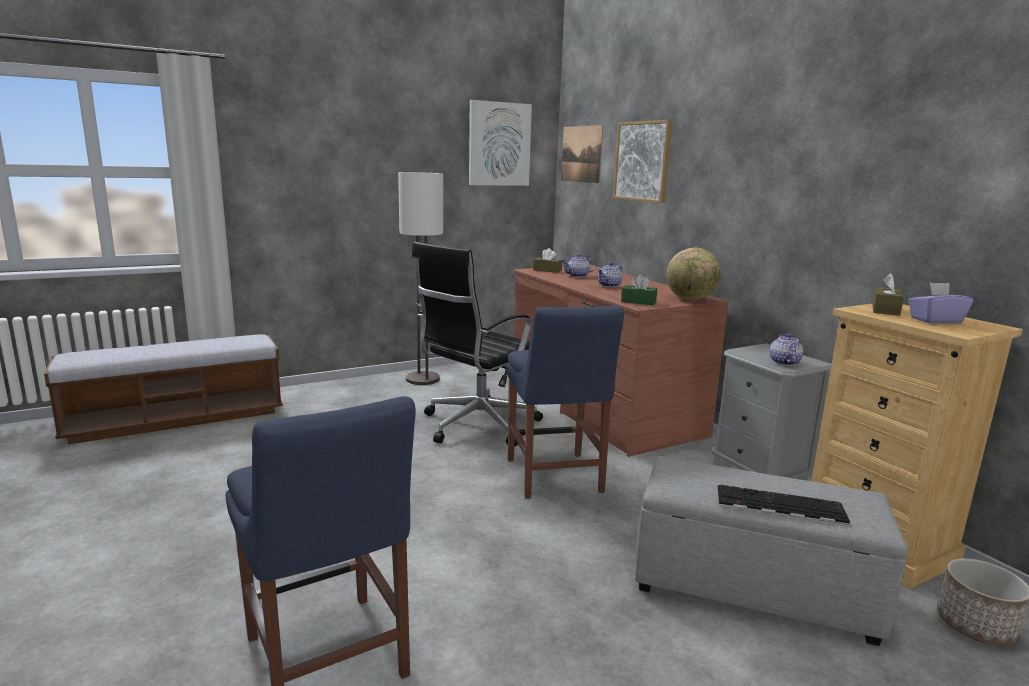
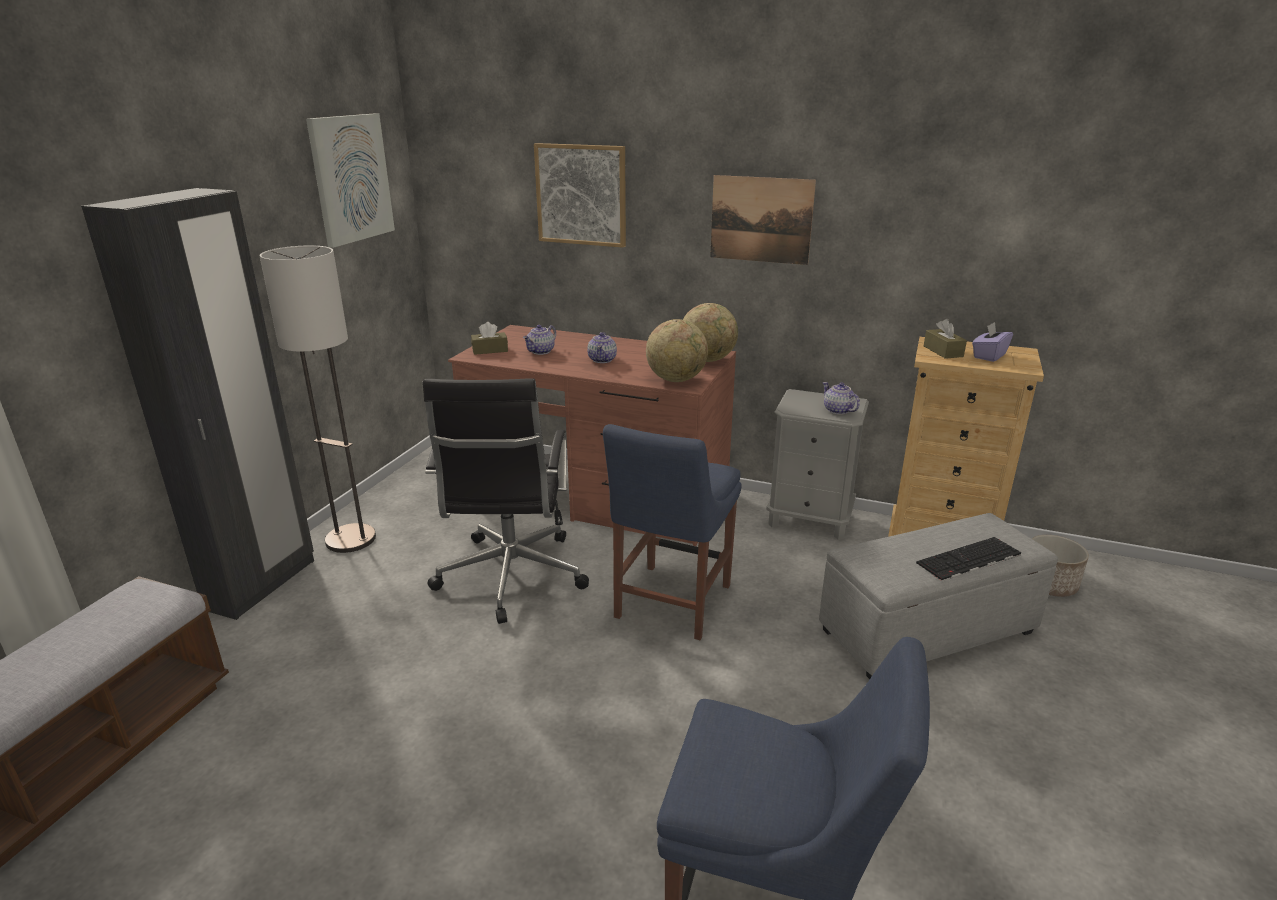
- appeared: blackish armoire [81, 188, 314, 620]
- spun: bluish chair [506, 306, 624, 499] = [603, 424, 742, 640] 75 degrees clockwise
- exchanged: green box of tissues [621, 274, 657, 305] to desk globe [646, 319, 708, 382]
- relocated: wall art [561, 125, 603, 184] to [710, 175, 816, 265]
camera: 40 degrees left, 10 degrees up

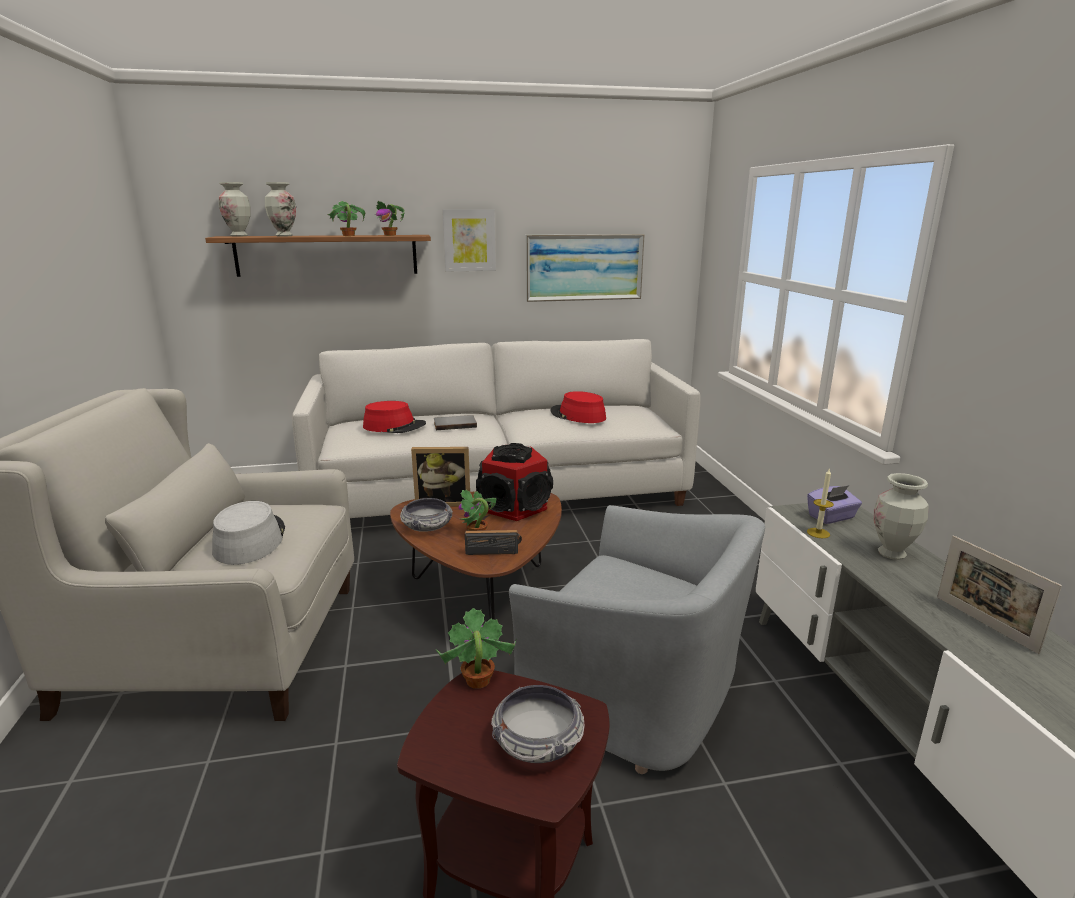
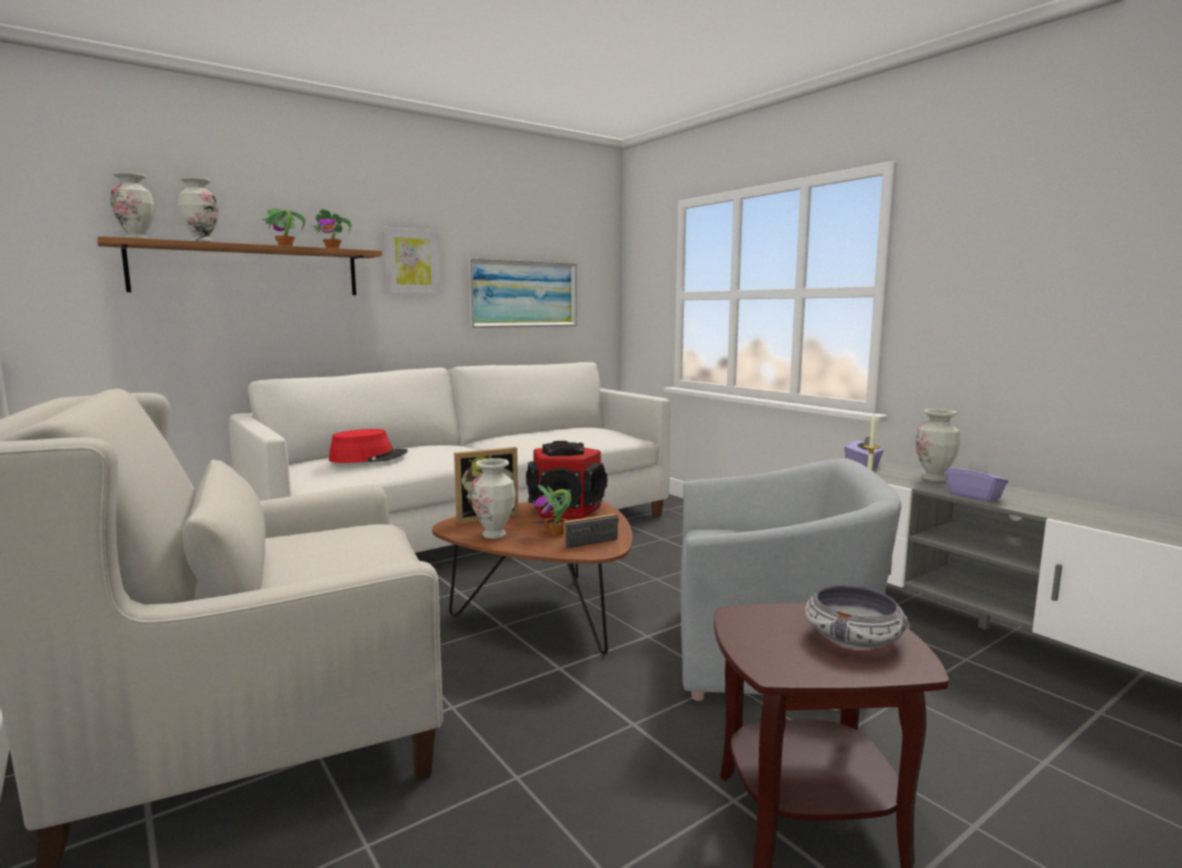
- exchanged: bowl [400, 498, 453, 532] to vase [471, 458, 515, 539]
- appeared: purple box of tissues [946, 458, 1008, 502]
- missing: gray hat [212, 501, 285, 565]
- missing: gray book [434, 415, 477, 430]
- missing: houseplant [436, 608, 516, 689]
- missing: red hat [550, 391, 606, 423]
- missing: picture frame [937, 535, 1062, 654]
camera: 25 degrees left, 10 degrees down

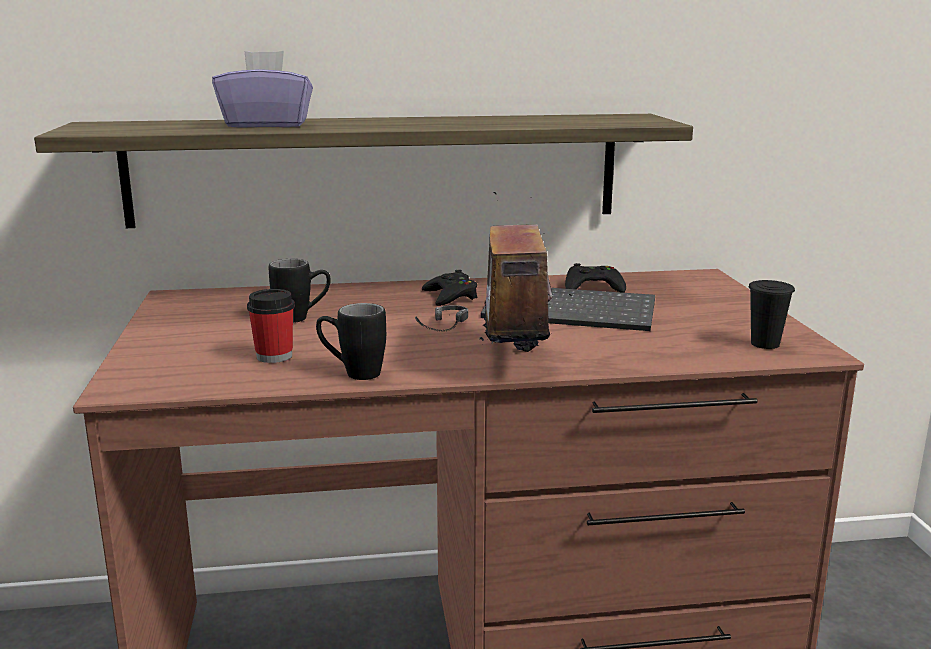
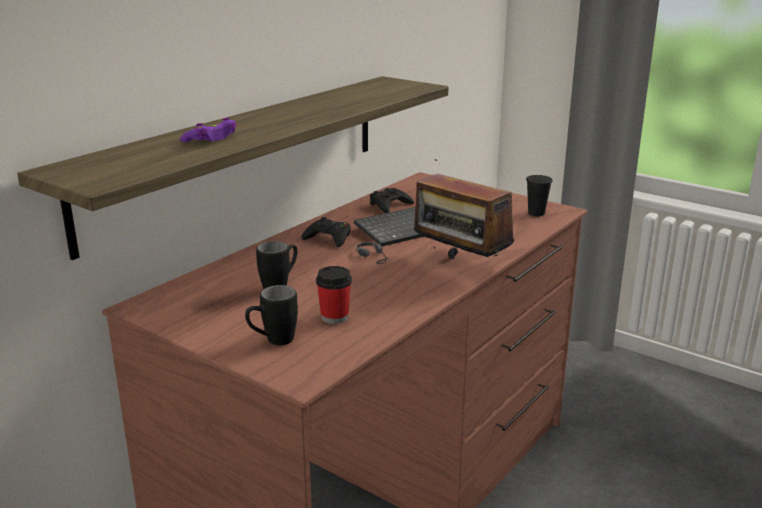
- exchanged: purple box of tissues [212, 51, 313, 128] to purple joypad [180, 118, 237, 142]
- relocated: blackish coffee mug [316, 303, 386, 380] to [245, 285, 298, 345]
camera: 45 degrees left, 5 degrees up

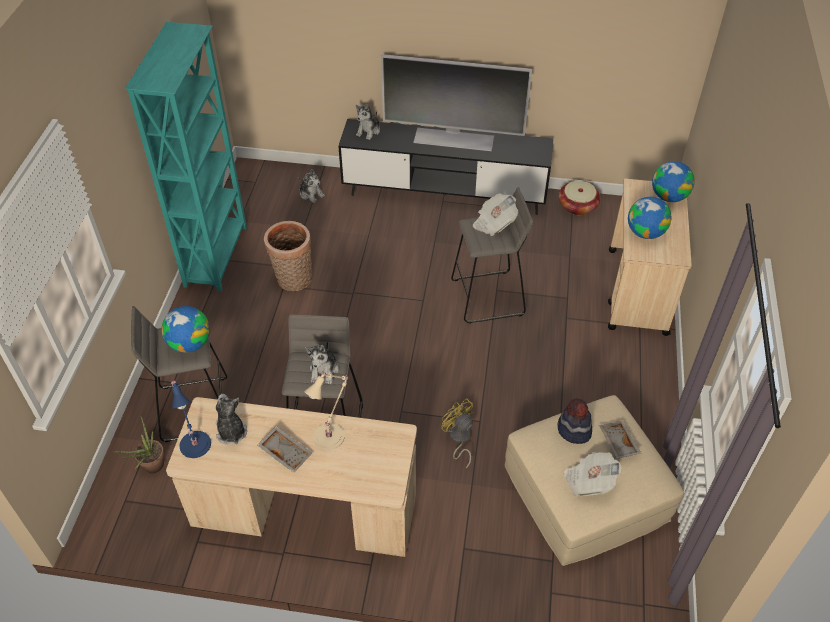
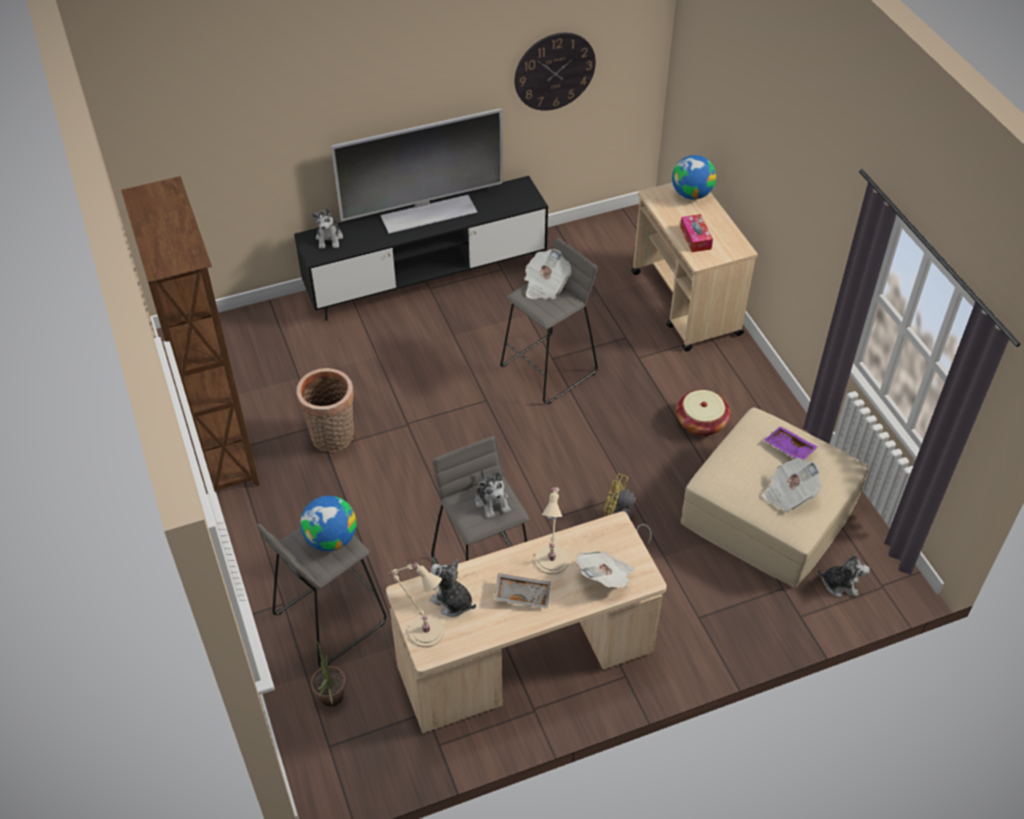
- colour: blue-green bookshelf [125, 22, 247, 292] to brownish bookshelf [121, 176, 260, 492]
- colour: bluish table lamp [171, 380, 211, 458] to beige-coloured table lamp [388, 563, 444, 647]
- appeared: wall clock [514, 33, 596, 111]
- appeared: daily paper [575, 551, 634, 588]
- relocated: household basket [559, 181, 601, 215] to [676, 390, 730, 436]
- exchanged: desk globe [628, 197, 671, 239] to box of tissues [680, 214, 713, 252]
- colour: gray tray [599, 421, 641, 459] to purple tray [764, 426, 818, 460]
- relocated: soft toy [298, 169, 325, 203] to [817, 554, 870, 597]
- missing: hat [558, 398, 592, 444]
camera: 30 degrees left, 0 degrees up

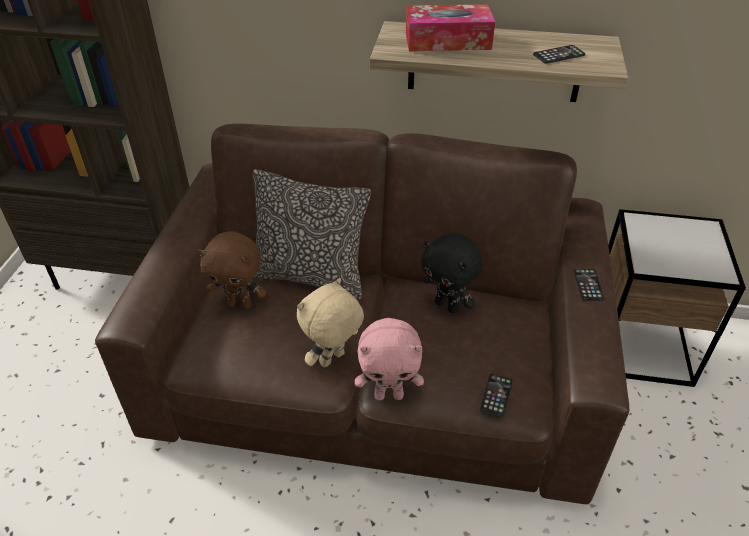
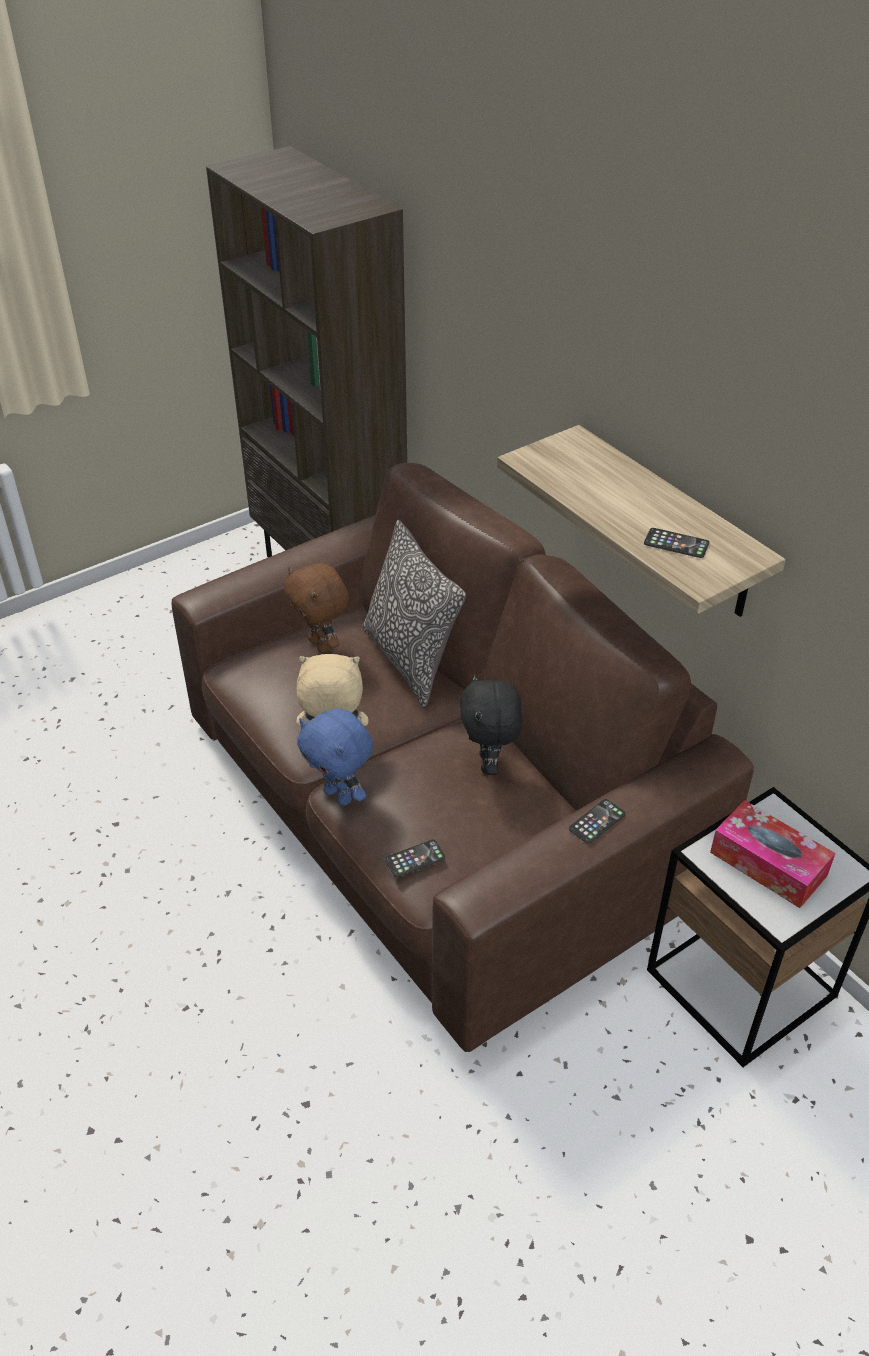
- colour: pink-coloured soft toy [355, 318, 424, 400] to bluish soft toy [297, 708, 373, 806]
- relocated: box of tissues [406, 4, 495, 51] to [710, 800, 835, 908]
camera: 45 degrees right, 0 degrees up

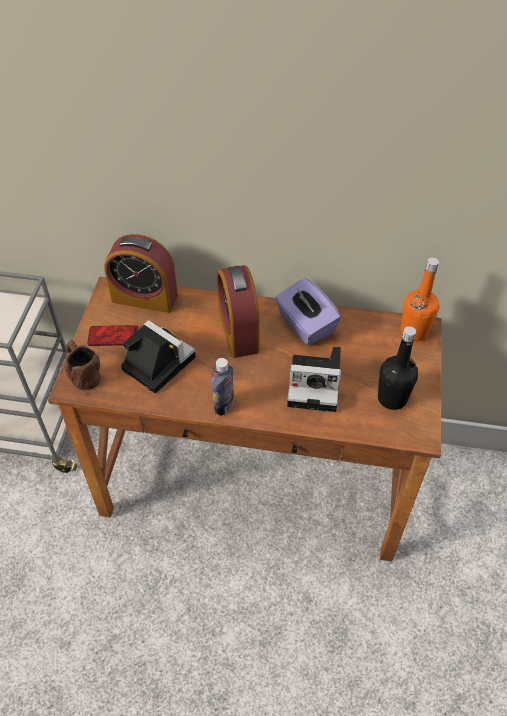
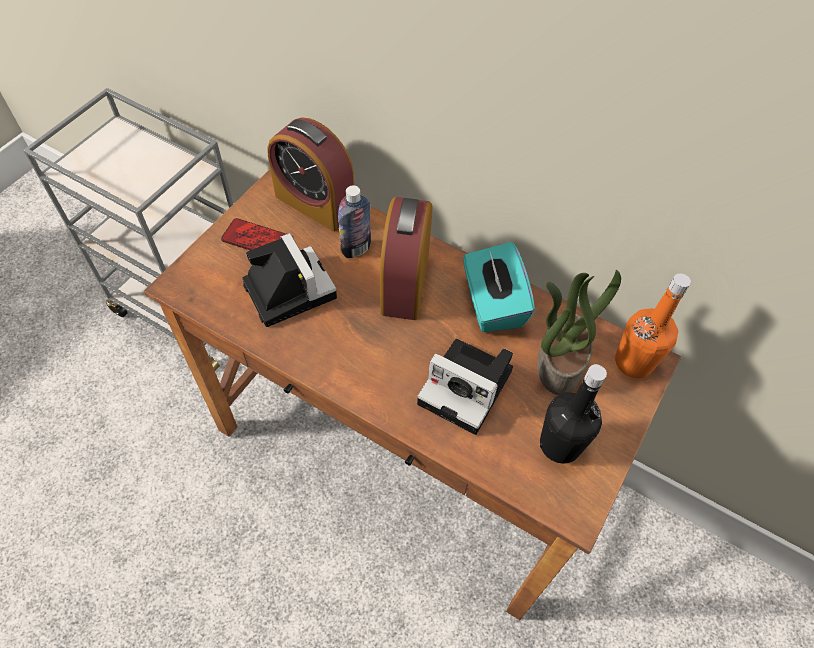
- relocated: drink bottle [212, 358, 234, 416] to [338, 185, 371, 258]
- colour: purple box of tissues [275, 278, 341, 346] to blue-green box of tissues [463, 242, 535, 332]
- appeared: houseplant [537, 270, 621, 395]
- missing: brownish coffee mug [64, 340, 101, 390]
camera: 20 degrees right, 5 degrees up

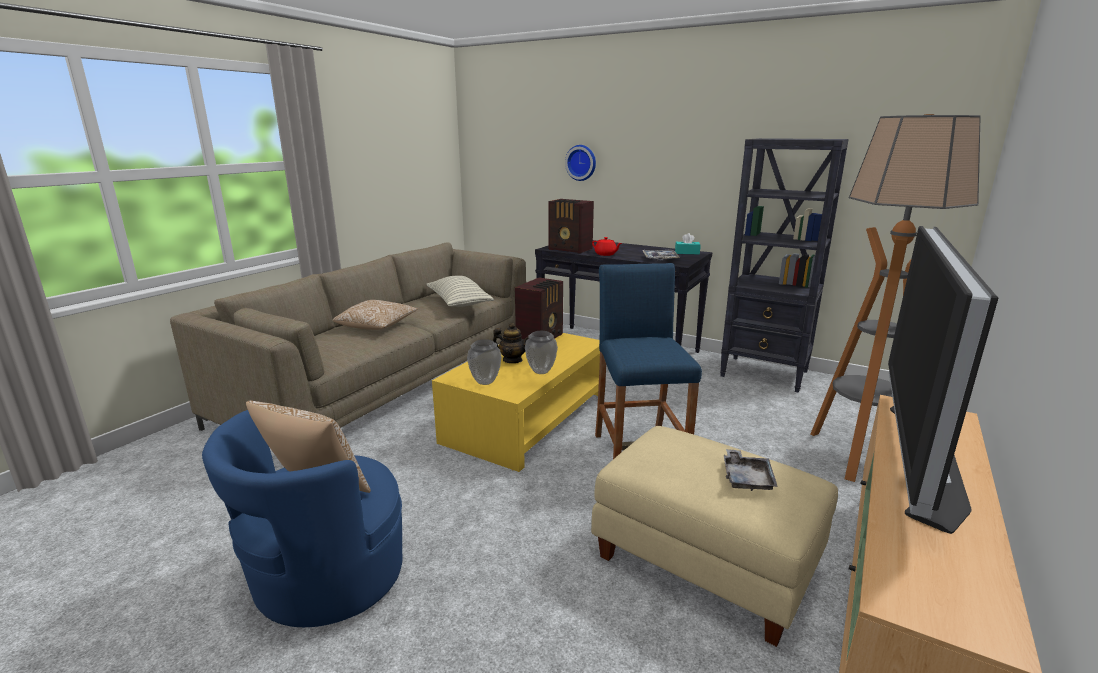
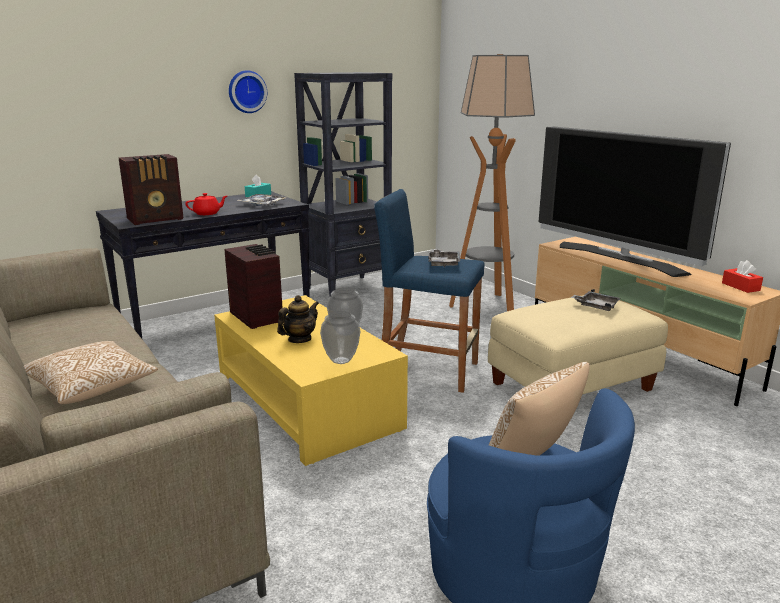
- relocated: wall clock [565, 145, 596, 181] to [229, 70, 267, 113]
- appeared: gray tray [428, 249, 460, 267]
- appeared: red box of tissues [722, 260, 763, 293]
- missing: cushion [426, 275, 494, 307]
camera: 65 degrees left, 0 degrees up

